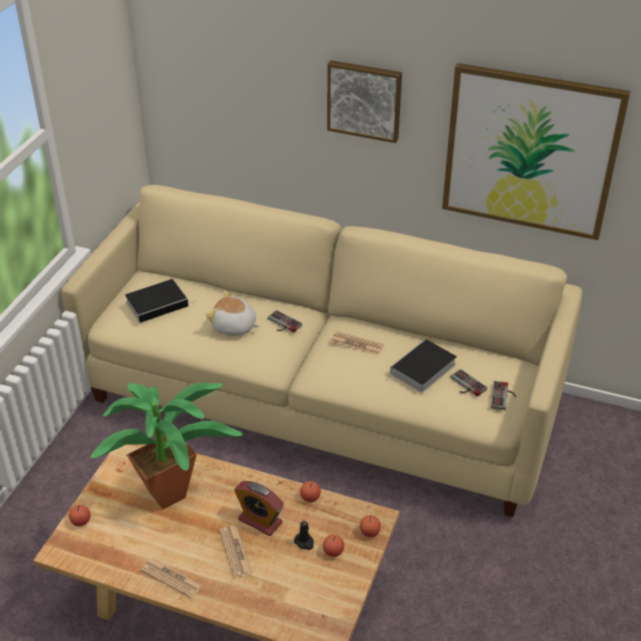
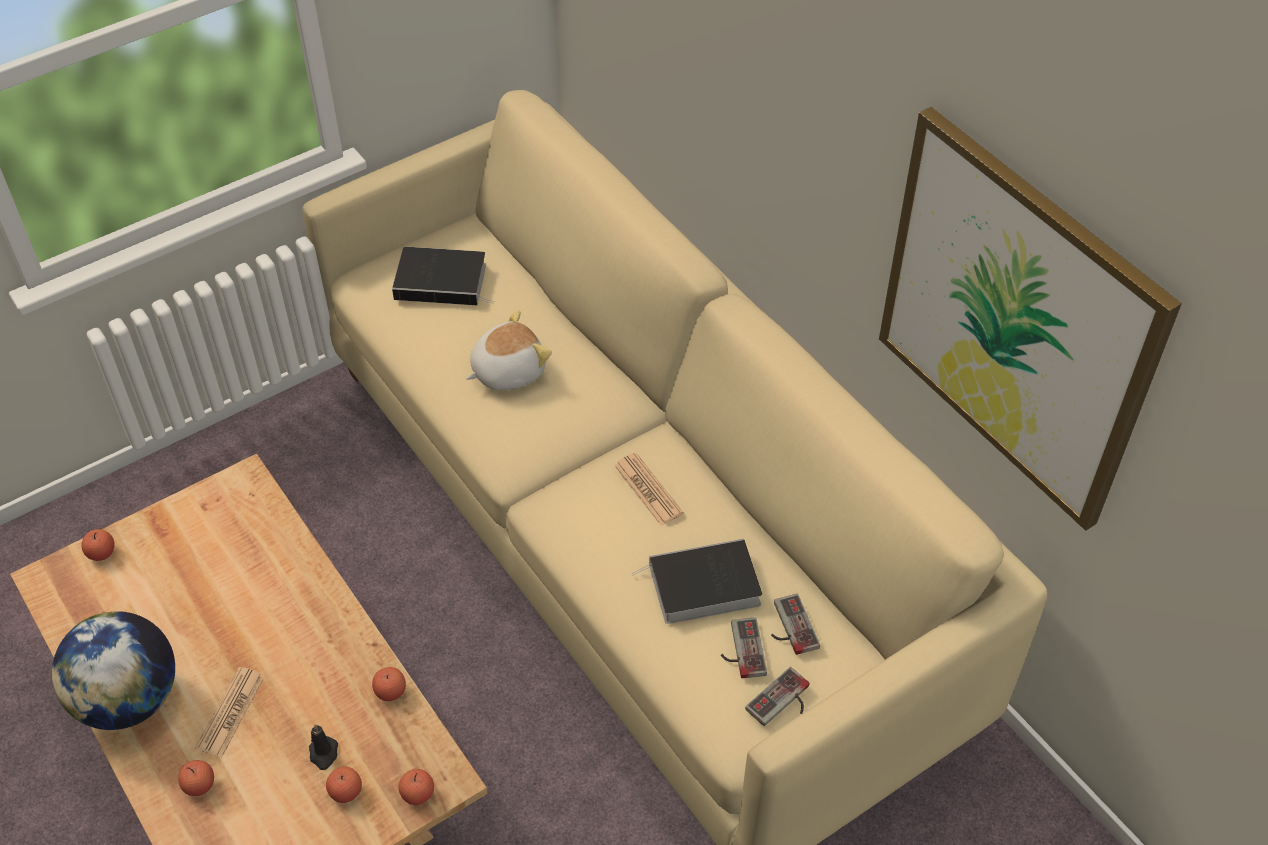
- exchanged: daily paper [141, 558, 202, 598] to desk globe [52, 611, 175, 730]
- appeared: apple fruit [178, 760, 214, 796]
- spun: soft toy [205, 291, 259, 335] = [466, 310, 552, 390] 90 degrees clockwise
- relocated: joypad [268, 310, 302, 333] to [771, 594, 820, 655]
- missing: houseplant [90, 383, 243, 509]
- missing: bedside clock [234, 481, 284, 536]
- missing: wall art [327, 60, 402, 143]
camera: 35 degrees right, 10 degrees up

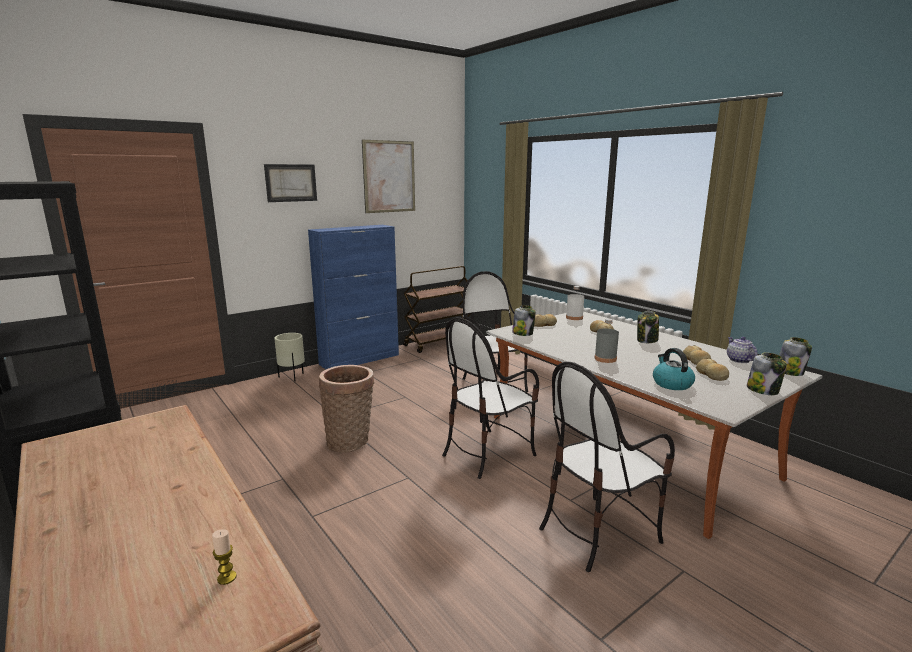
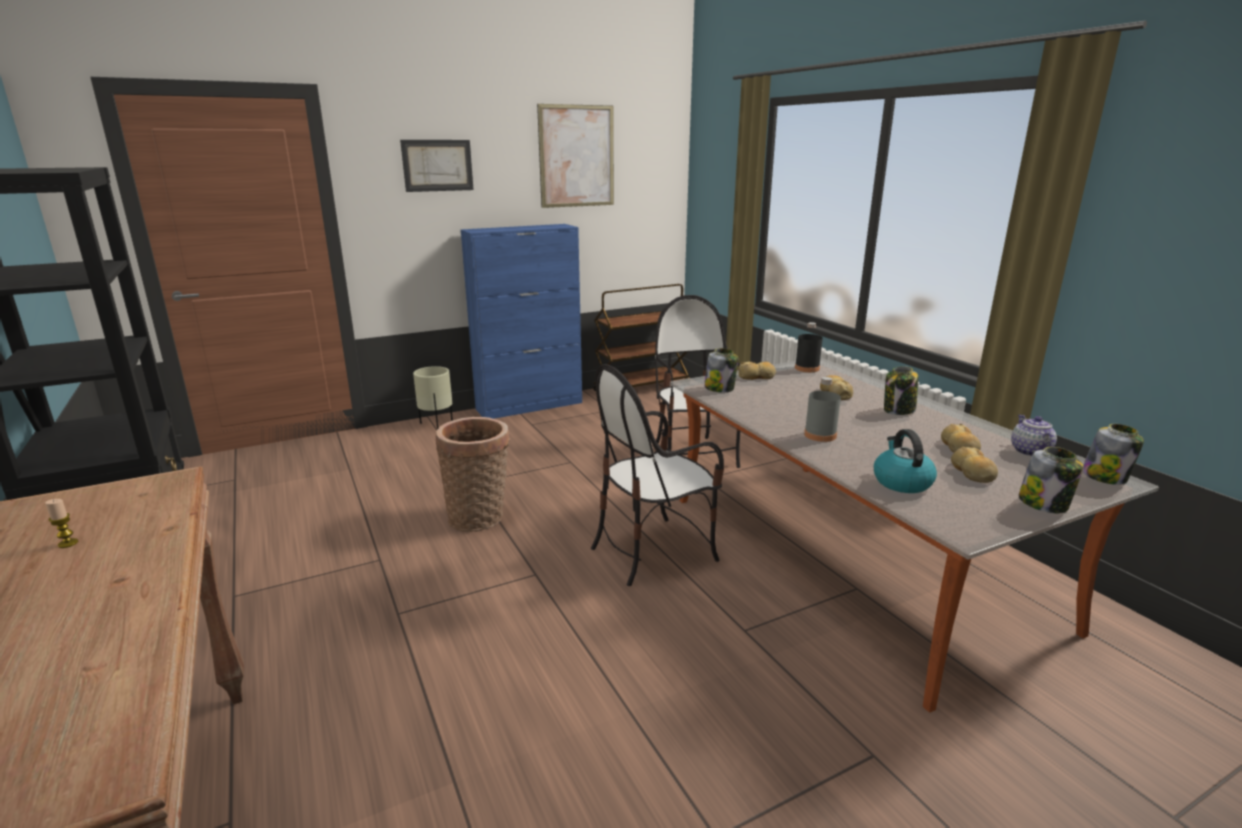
- relocated: wax light [212, 529, 237, 585] to [45, 499, 78, 548]
- colour: whitish drink bottle [566, 286, 584, 320] to blackish drink bottle [795, 322, 823, 372]
- missing: chair [539, 362, 675, 572]
camera: 10 degrees right, 5 degrees up

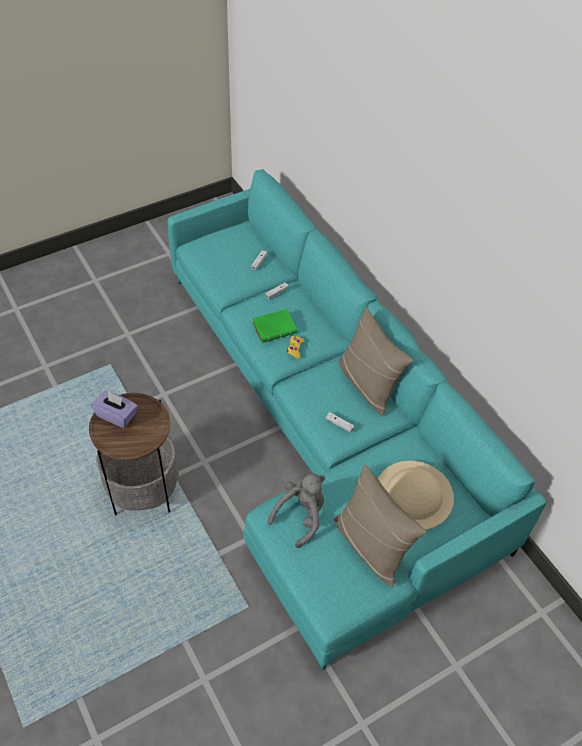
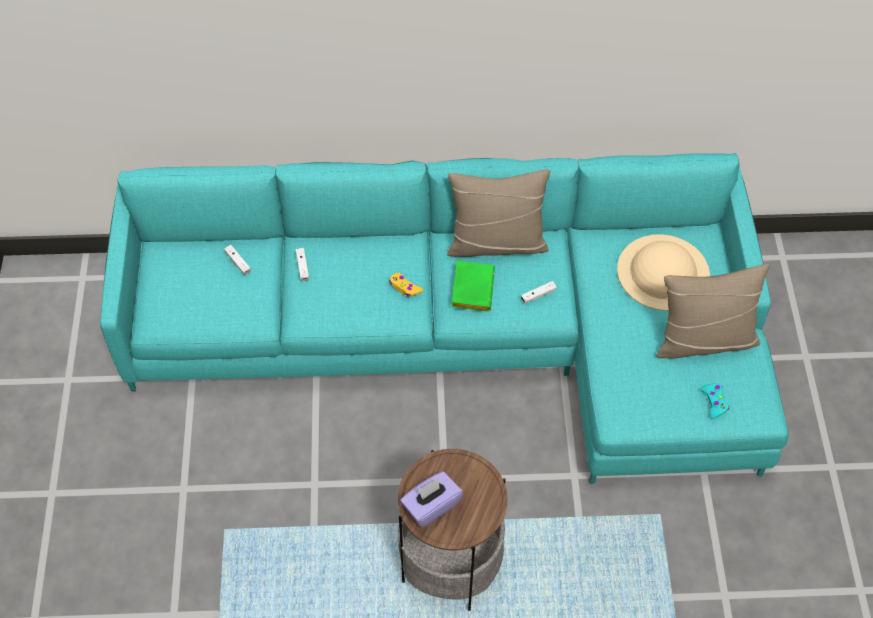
- relocated: green book [252, 309, 297, 343] to [451, 261, 495, 311]
- appeared: blue-green joypad [700, 383, 729, 419]
- missing: gray soft toy [268, 474, 325, 548]
camera: 60 degrees left, 5 degrees up

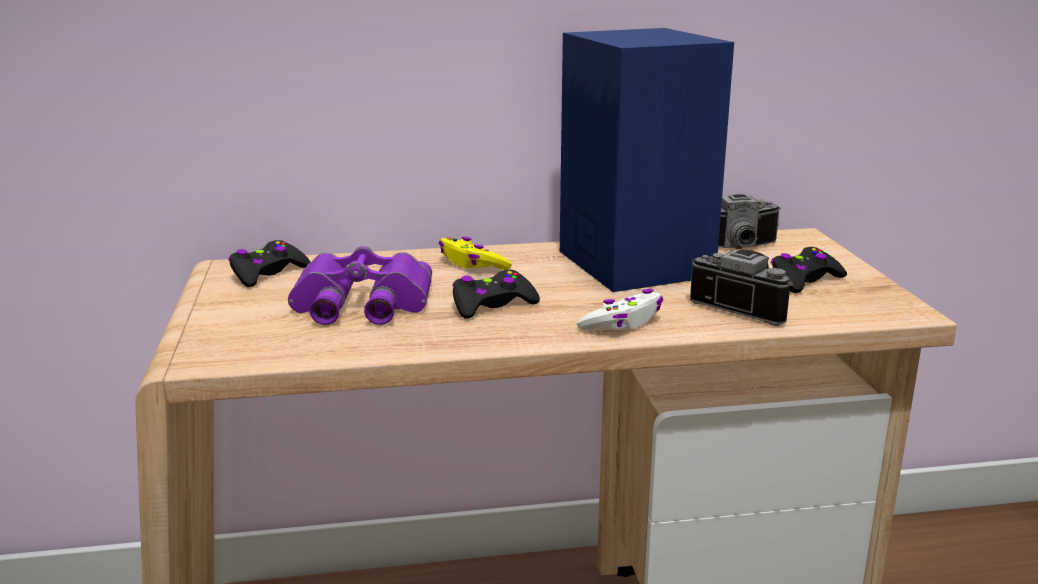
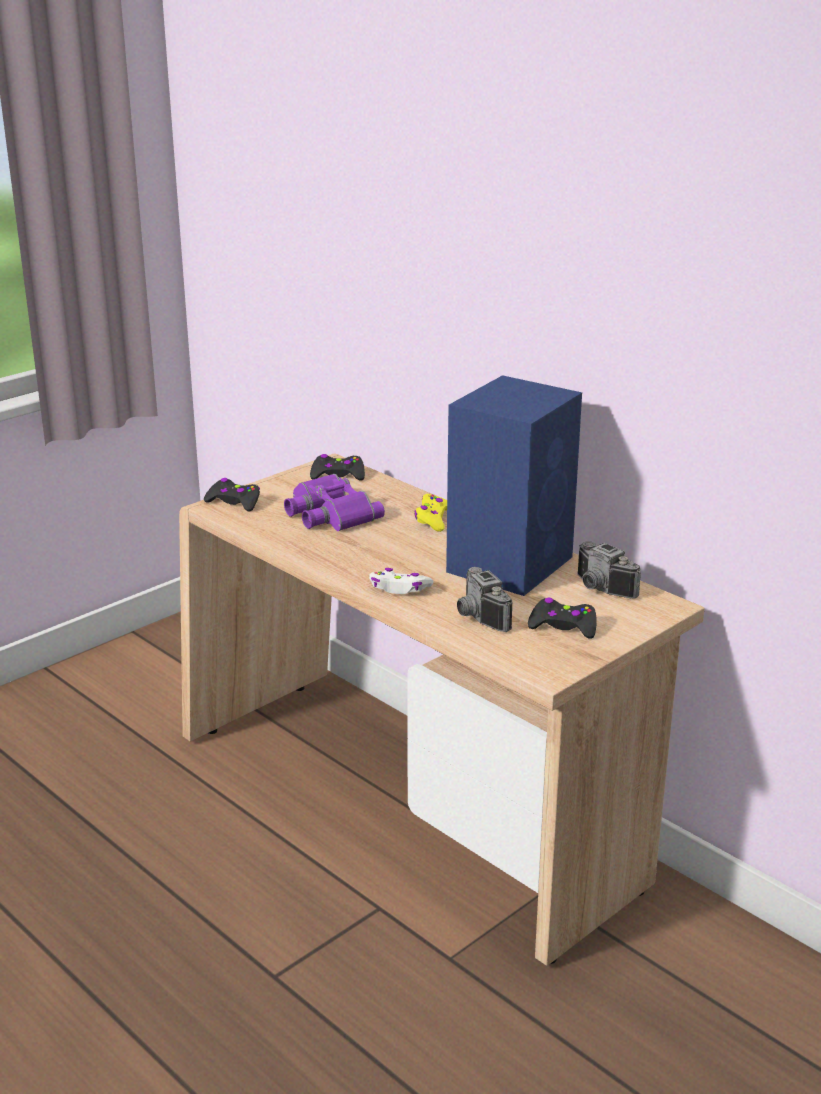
- relocated: blackish joypad [452, 270, 540, 319] to [204, 478, 260, 511]
- spun: still camera [690, 249, 793, 326] = [457, 567, 512, 632] 150 degrees clockwise
camera: 55 degrees right, 5 degrees up

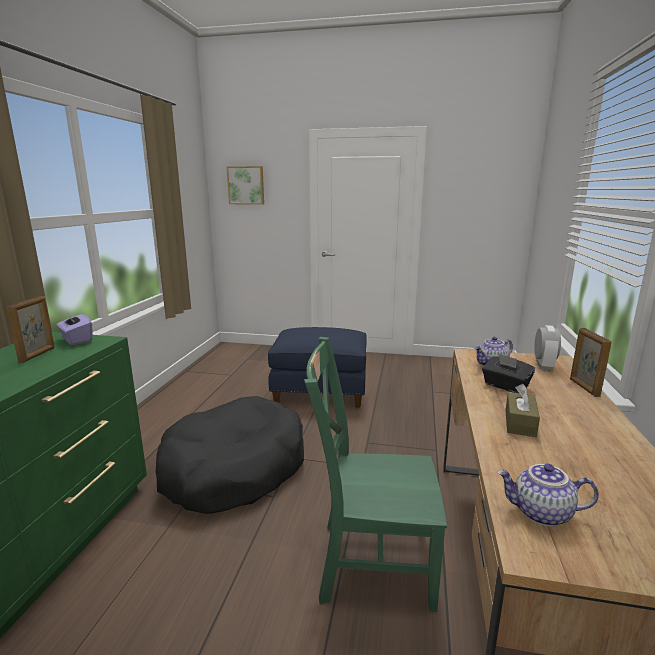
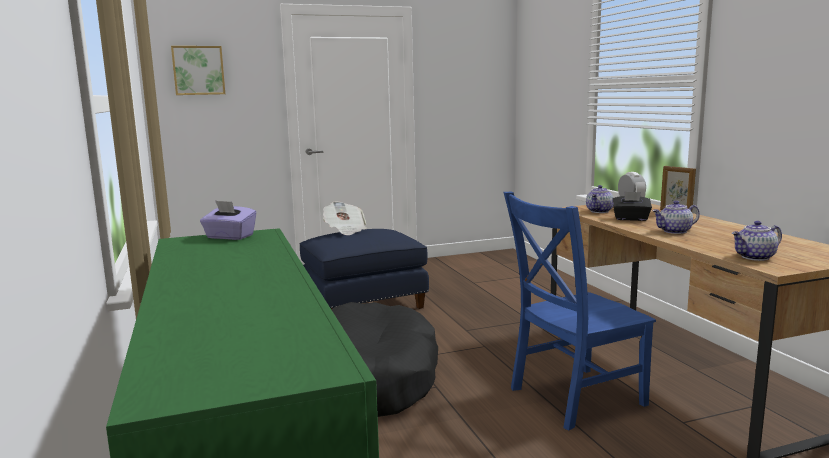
- appeared: daily paper [323, 201, 367, 235]
- colour: green chair [304, 337, 447, 612] to bluish chair [503, 192, 656, 431]
- exchanged: brownish box of tissues [505, 384, 540, 437] to tea pot [652, 201, 700, 234]
- missing: picture frame [6, 296, 55, 363]
camera: 30 degrees left, 5 degrees down

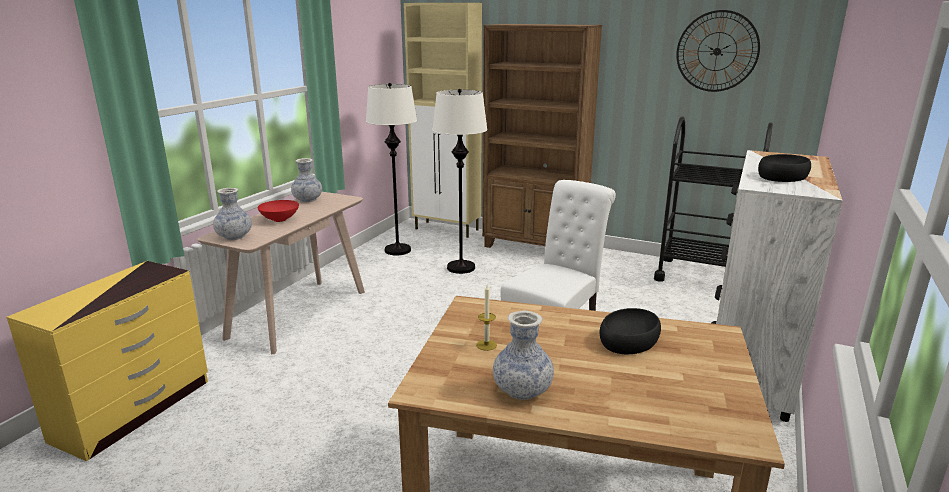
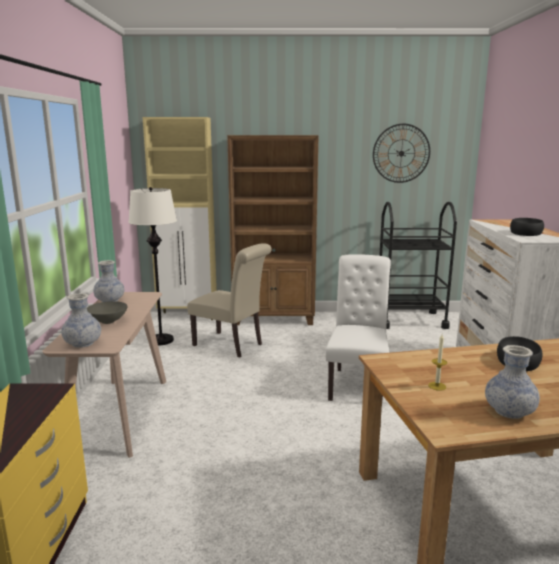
- colour: red bowl [257, 200, 299, 222] to gray bowl [87, 301, 128, 324]
- exchanged: whitish standard lamp [432, 89, 488, 274] to beige-coloured chair [187, 243, 272, 358]
camera: 25 degrees left, 5 degrees down

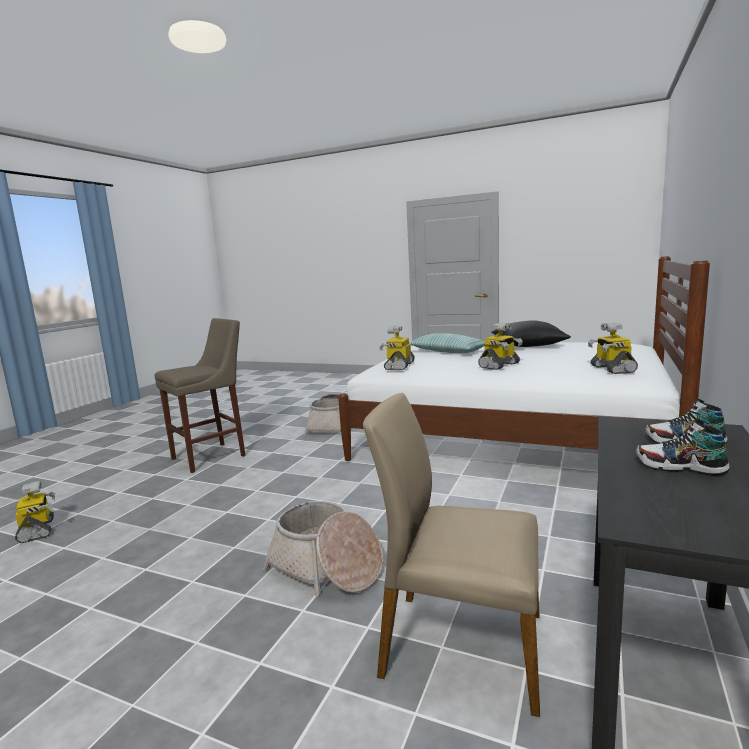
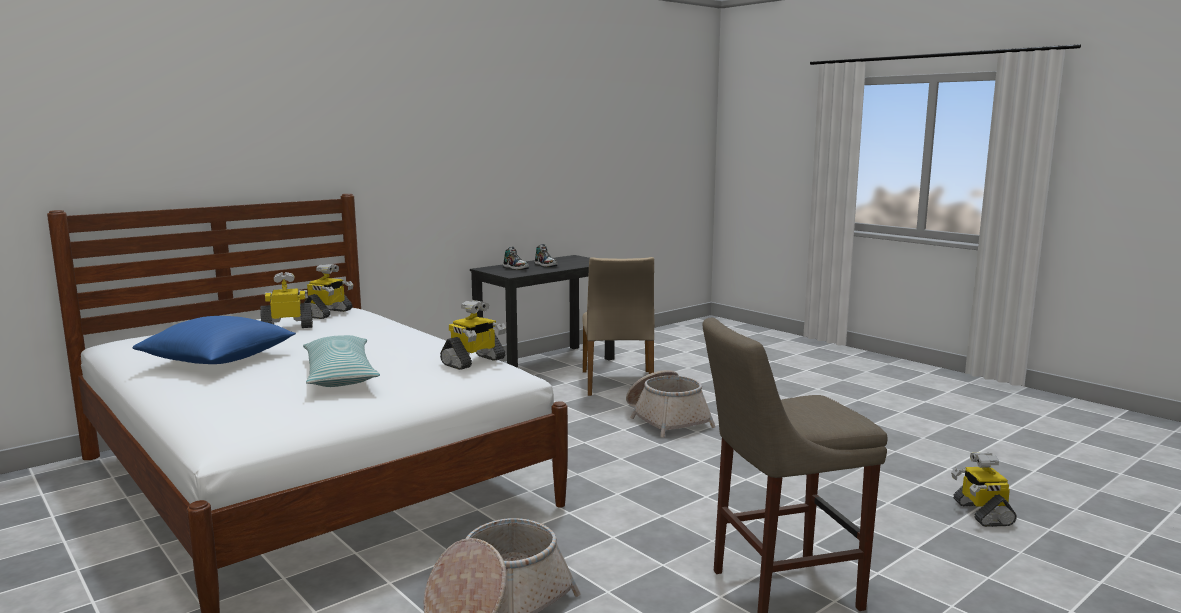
- colour: blackish cushion [491, 320, 571, 347] to bluish cushion [132, 316, 296, 364]
- relocated: robot figure [478, 323, 523, 370] to [260, 272, 313, 328]
- spun: beige-coloured chair [363, 393, 540, 717] = [583, 257, 654, 396] 45 degrees clockwise
camera: 155 degrees left, 0 degrees up

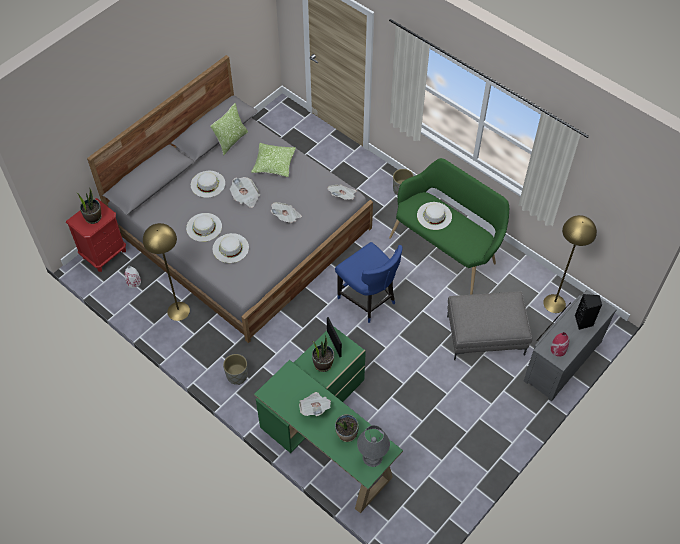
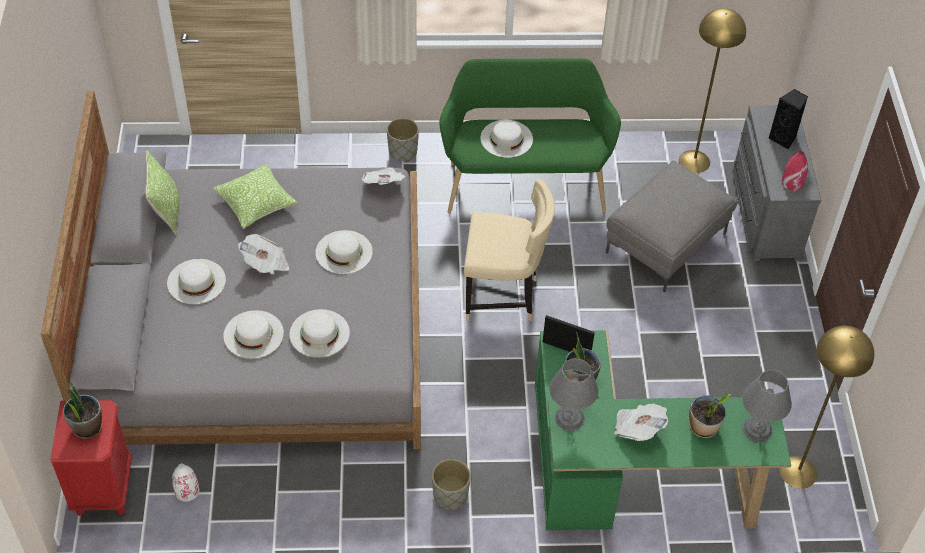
- exchanged: daily paper [270, 202, 302, 223] to whitish hat [315, 230, 373, 274]
- colour: bluish chair [335, 242, 402, 323] to beige-coloured chair [464, 179, 555, 321]
- appeared: gray table lamp [549, 358, 598, 431]
- relocated: yellow-coloured standard lamp [143, 223, 190, 321] to [780, 326, 874, 489]
camera: 45 degrees left, 5 degrees down

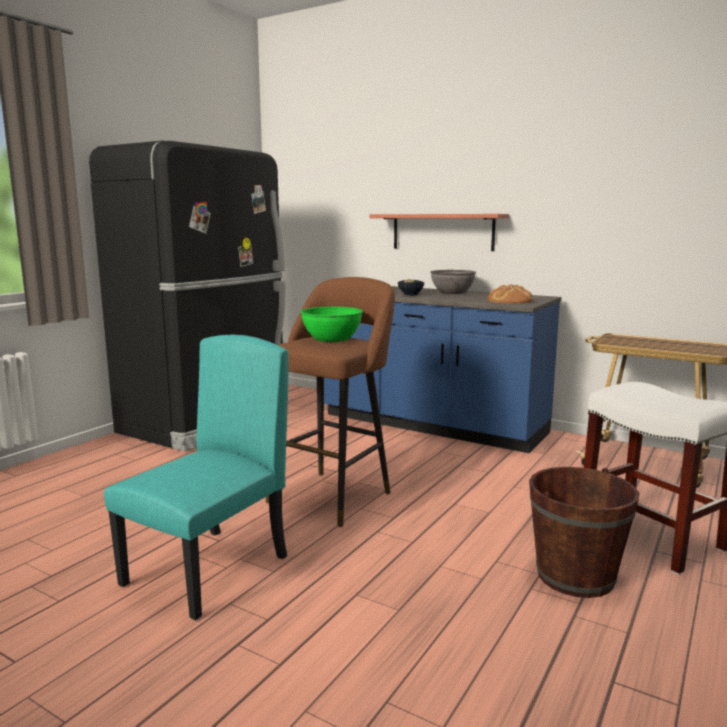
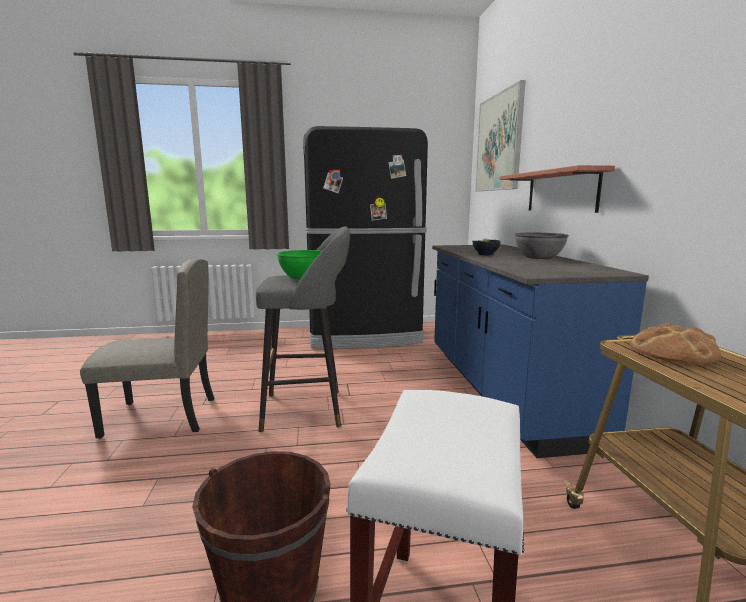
- colour: blue-green chair [104, 335, 289, 620] to beige-coloured chair [80, 259, 214, 439]
- colour: brownish sitting stool [266, 277, 395, 527] to gray sitting stool [256, 226, 350, 432]
- appeared: wall art [475, 80, 526, 191]
- relocated: baked bread [487, 284, 533, 304] to [630, 323, 721, 365]
camera: 50 degrees right, 0 degrees up

